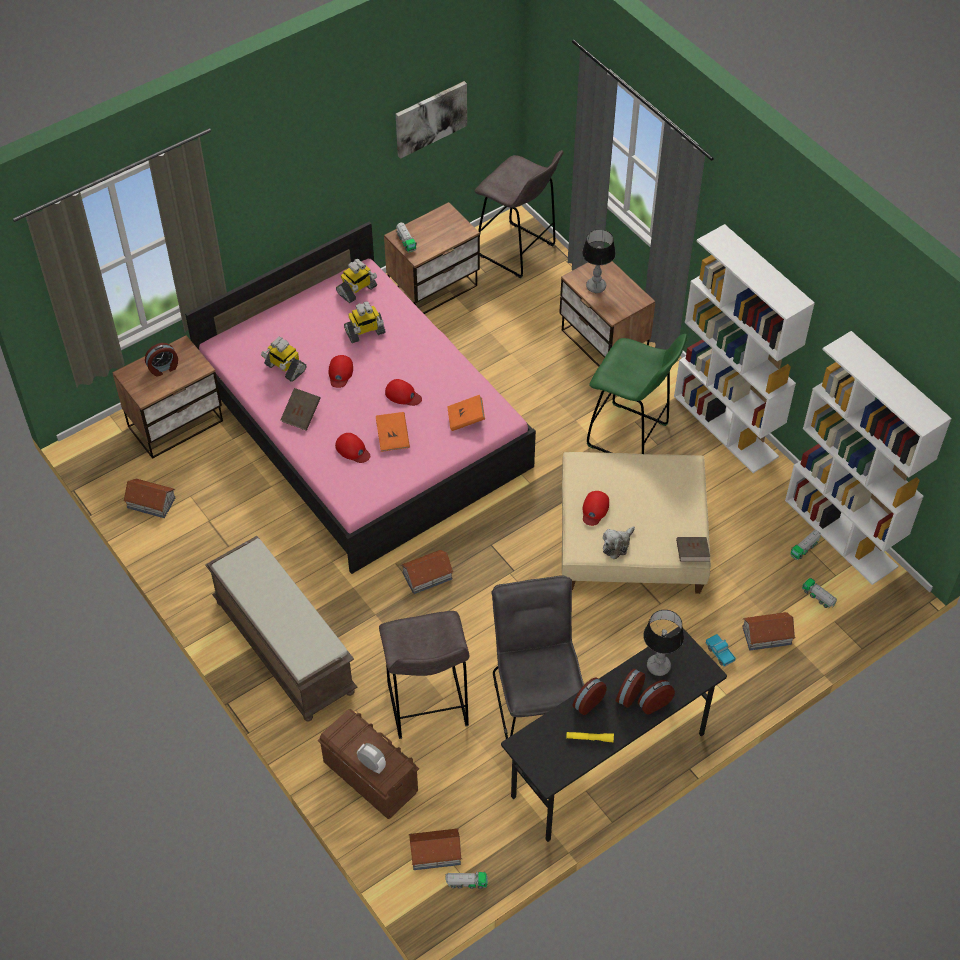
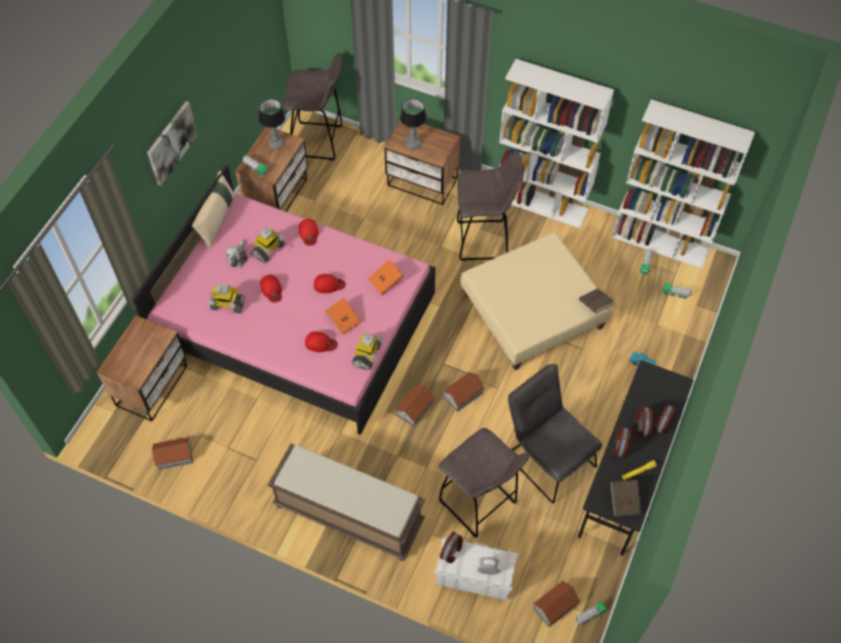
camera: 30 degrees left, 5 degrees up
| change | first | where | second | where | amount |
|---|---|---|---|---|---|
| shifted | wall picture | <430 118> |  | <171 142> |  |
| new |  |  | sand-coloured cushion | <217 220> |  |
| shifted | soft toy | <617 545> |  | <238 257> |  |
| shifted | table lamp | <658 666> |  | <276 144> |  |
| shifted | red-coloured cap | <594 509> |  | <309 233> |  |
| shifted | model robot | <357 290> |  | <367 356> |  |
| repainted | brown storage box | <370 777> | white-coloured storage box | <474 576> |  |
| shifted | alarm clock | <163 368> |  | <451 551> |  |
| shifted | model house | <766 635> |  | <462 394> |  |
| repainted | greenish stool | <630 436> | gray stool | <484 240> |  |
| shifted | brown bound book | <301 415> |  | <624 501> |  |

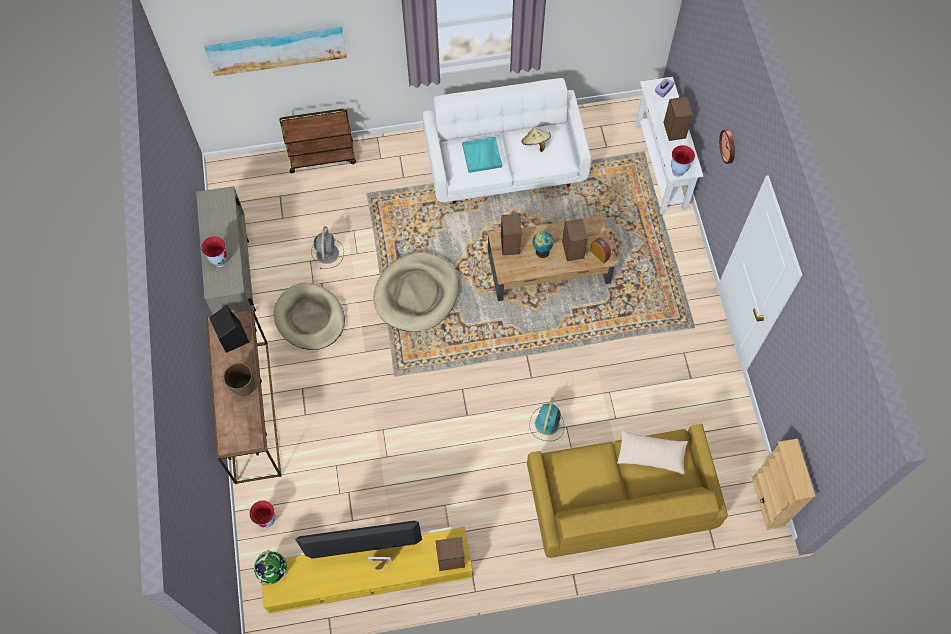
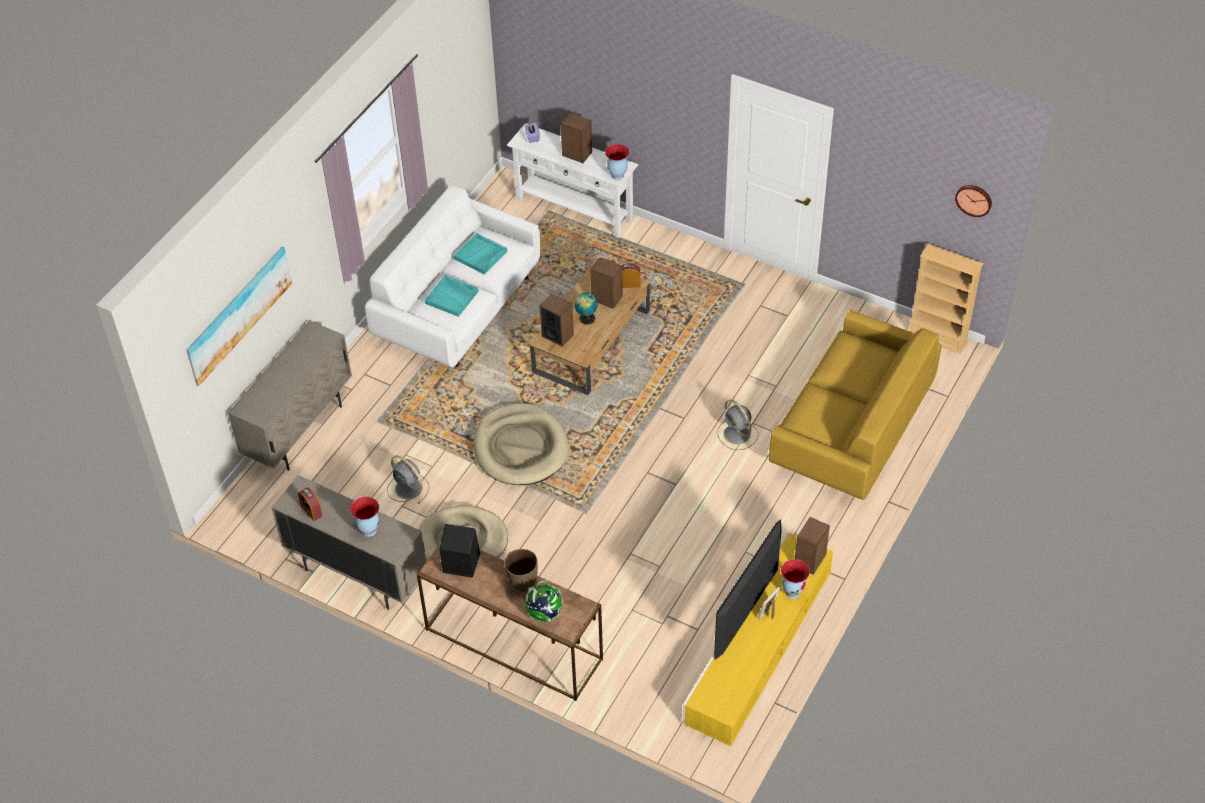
camera: 50 degrees left, 15 degrees down
| change | first | where | second | where | amount |
|---|---|---|---|---|---|
| swapped | brown trolley | <322 157> | sand-coloured storage cabinet | <300 431> |  |
| new |  |  | alarm clock | <311 510> |  |
| swapped | sand-coloured clothing hat | <535 144> | blue-green tray | <480 255> |  |
| shifted | desk globe | <273 571> |  | <544 614> |  |
| repainted | blue-green cooling fan | <546 424> | gray cooling fan | <737 435> |  |
| shifted | vase | <268 520> |  | <793 592> |  |
| shifted | wall clock | <729 146> |  | <974 199> |  |
| gone | sand-coloured cushion | <651 454> |  |  |  |

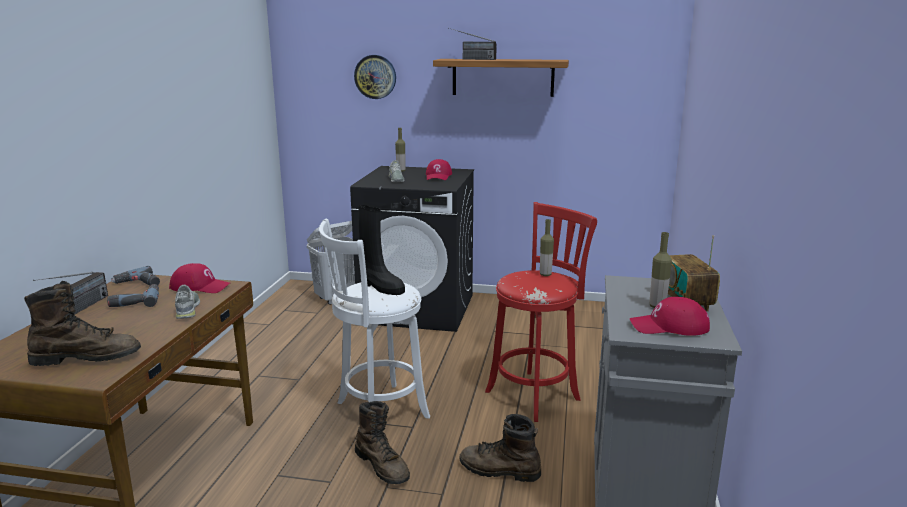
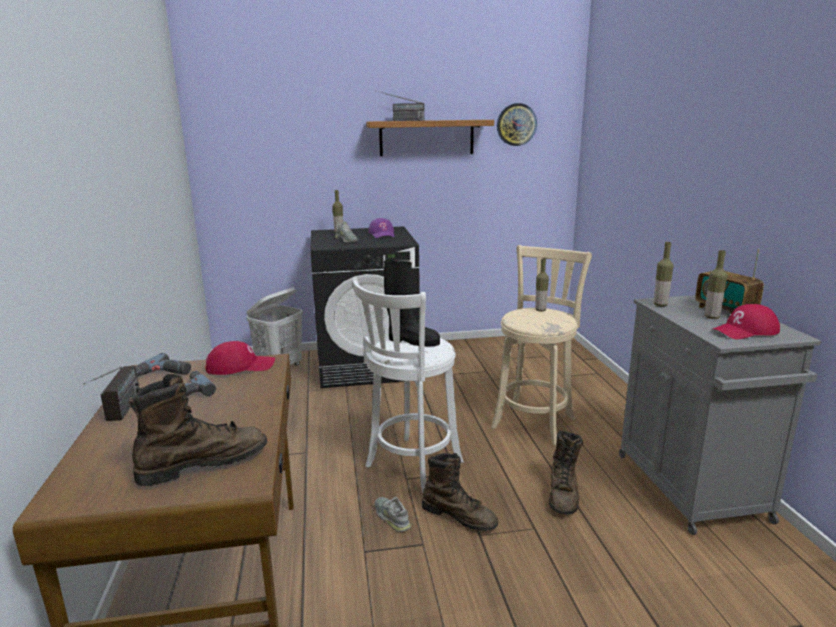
camera: 20 degrees left, 0 degrees up
| change | first | where | second | where | amount |
|---|---|---|---|---|---|
| repainted | red-coloured cap | <438 176> | purple-coloured cap | <382 234> |  |
| shifted | gray item of footwear | <188 309> |  | <392 517> |  |
| repainted | red-coloured stool | <536 394> | sand-coloured stool | <535 421> |  |
| shifted | wall clock | <375 77> |  | <516 124> |  |
| rotated | brown high-top boot | <499 470> |  | <563 494> | 75 degrees counterclockwise |
| new |  |  | drink bottle | <660 305> |  |

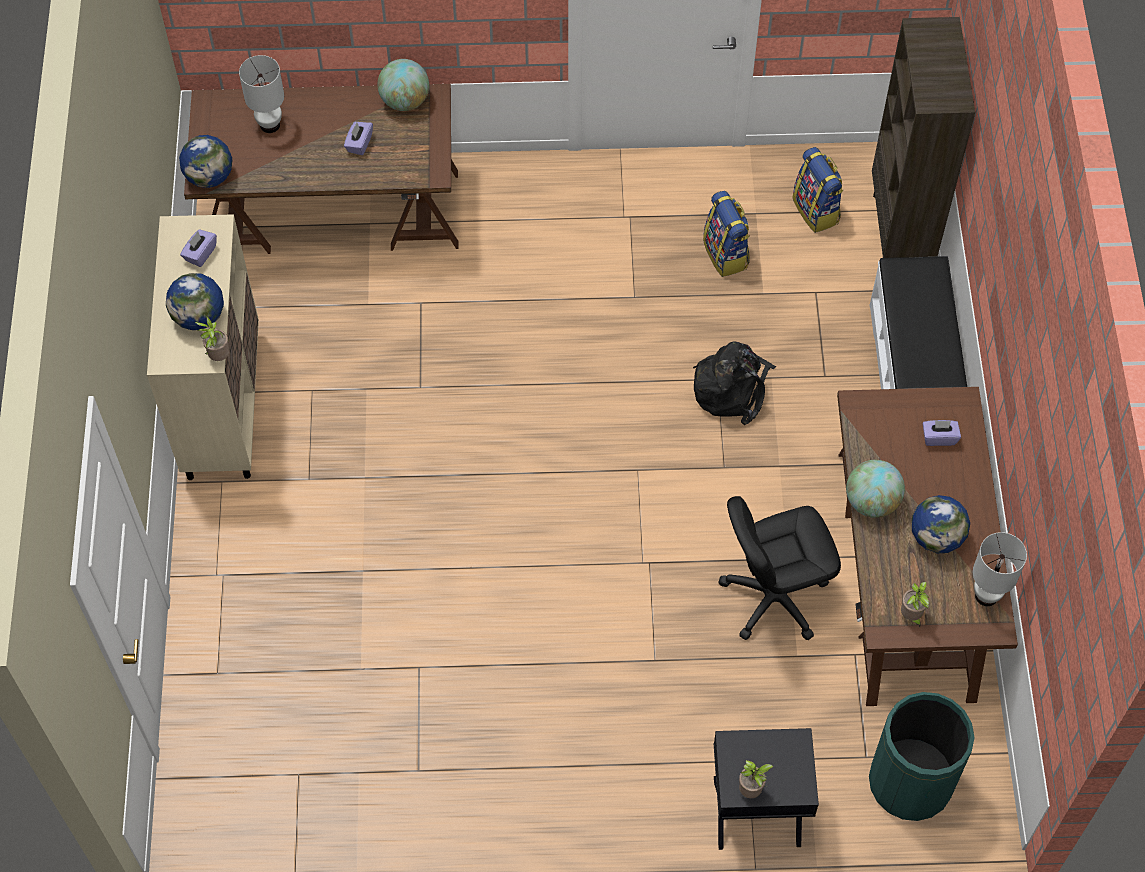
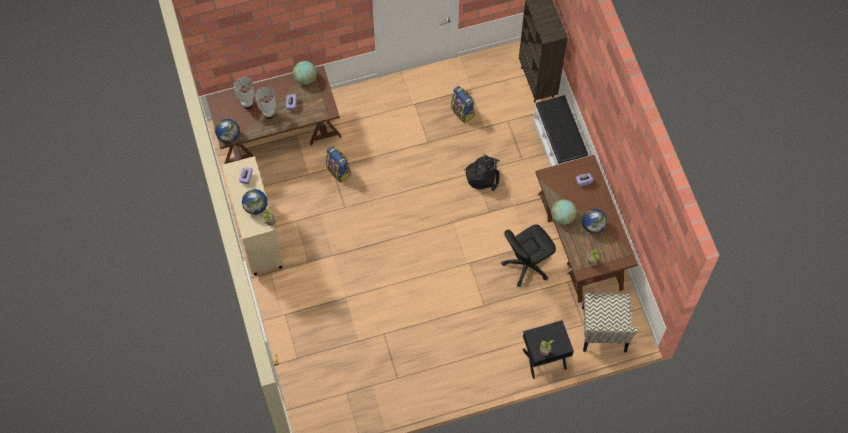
camera: 15 degrees left, 5 degrees up
| change | first | where | second | where | amount |
|---|---|---|---|---|---|
| shifted | white-coloured table lamp | <986 596> |  | <269 115> |  |
| shifted | knapsack | <816 210> |  | <339 171> |  |
| swapped | greenish trash can | <910 782> | plain chair | <604 330> |  |

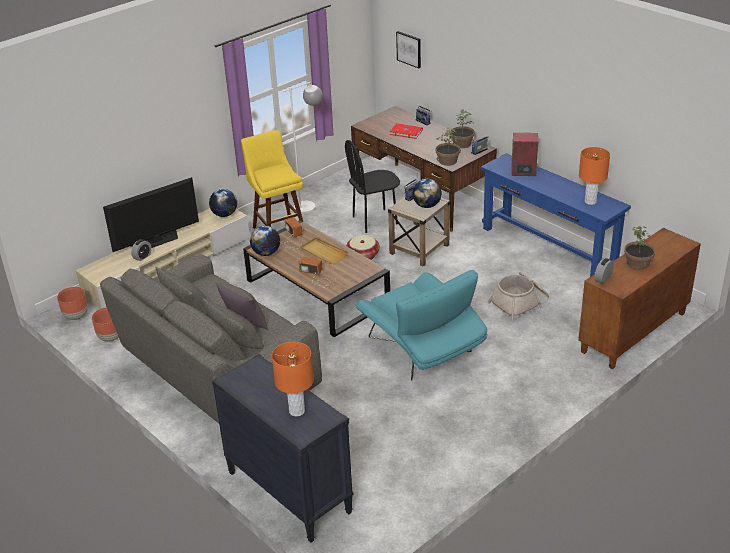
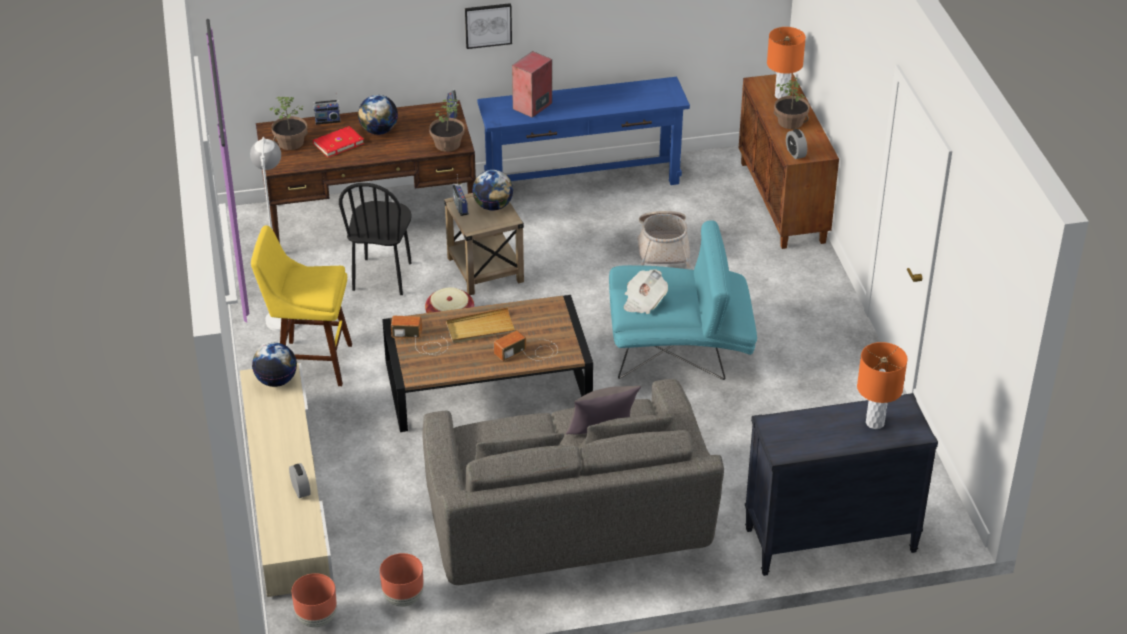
camera: 60 degrees left, 5 degrees up
| change | first | where | second | where | amount |
|---|---|---|---|---|---|
| shifted | potted plant | <462 144> |  | <291 143> |  |
| shifted | desk globe | <266 253> |  | <378 131> |  |
| shifted | wall picture | <409 49> |  | <488 25> |  |
| new |  |  | printed paper | <643 302> |  |
| shifted | orange-coloured table lamp | <590 201> |  | <782 95> |  |
| gone | TV | <157 241> |  |  |  |

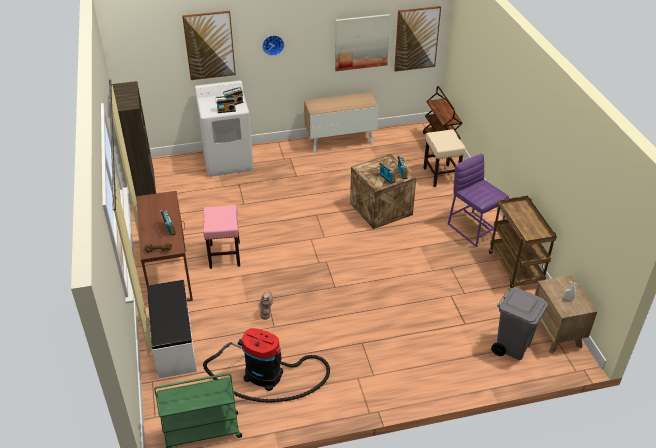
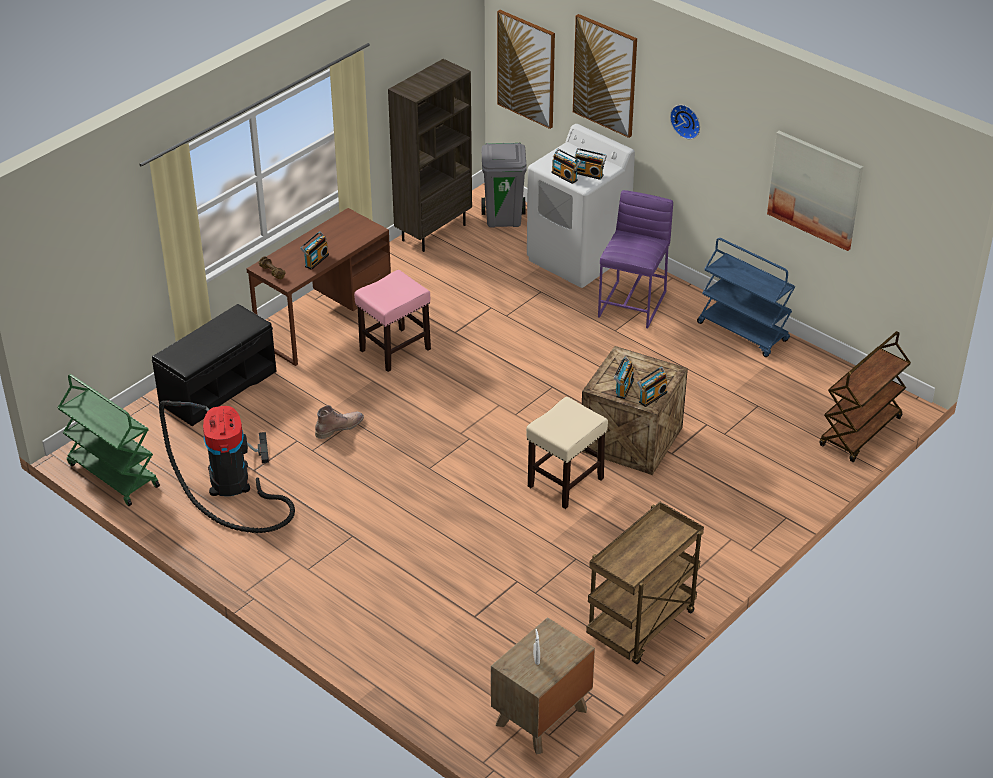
camera: 55 degrees right, 0 degrees up
| change | first | where | second | where | amount |
|---|---|---|---|---|---|
| repainted | white-coloured indoor bench | <173 343> | black-coloured indoor bench | <217 387> |  |
| shifted | gray trash can | <512 346> |  | <504 219> |  |
| shifted | wall picture | <416 38> |  | <526 68> |  |
| shifted | sand-coloured stool | <441 176> |  | <565 483> |  |
| shifted | purple-coloured stool | <474 228> |  | <633 304> |  |
| swapped | storage cabinet | <340 141> | blue trolley | <743 332> |  |

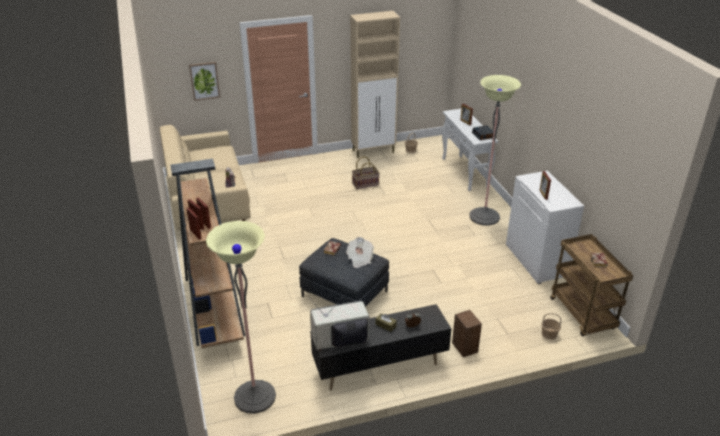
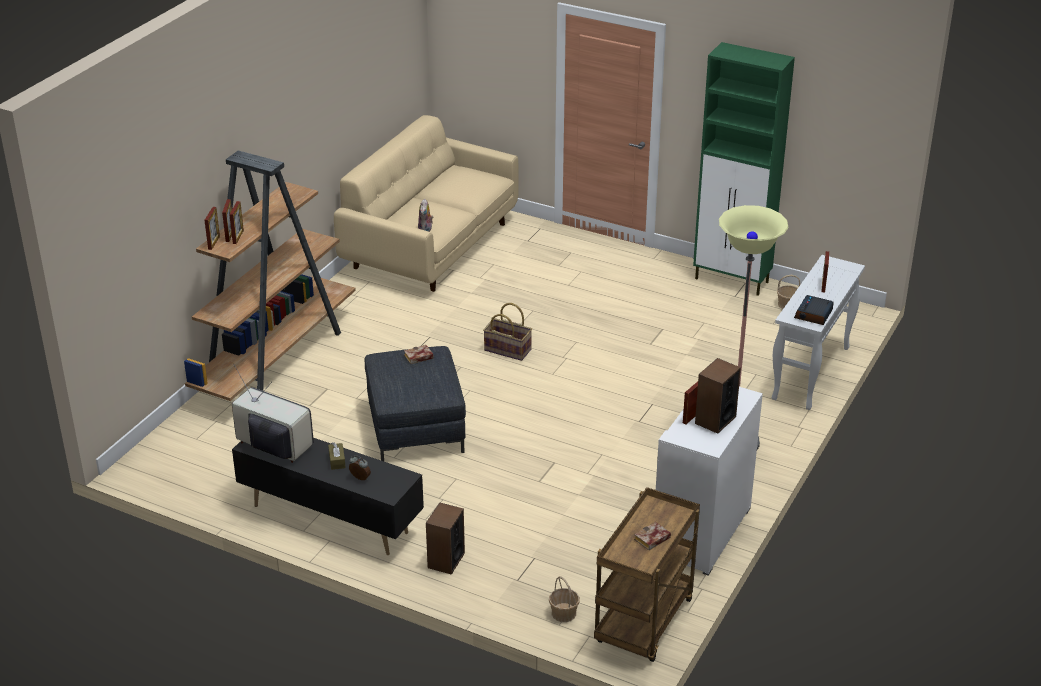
camera: 45 degrees right, 0 degrees up
| change | first | where | second | where | amount |
|---|---|---|---|---|---|
| shifted | household basket | <365 183> |  | <508 349> |  |
| repainted | sand-coloured storage cabinet | <374 151> | greenish storage cabinet | <732 281> |  |
| new |  |  | audio speaker | <715 420> |  |
| gone | wall picture | <204 81> |  |  |  |
| gone | floor lamp | <255 397> |  |  |  |
| gone | printed paper | <359 259> |  |  |  |

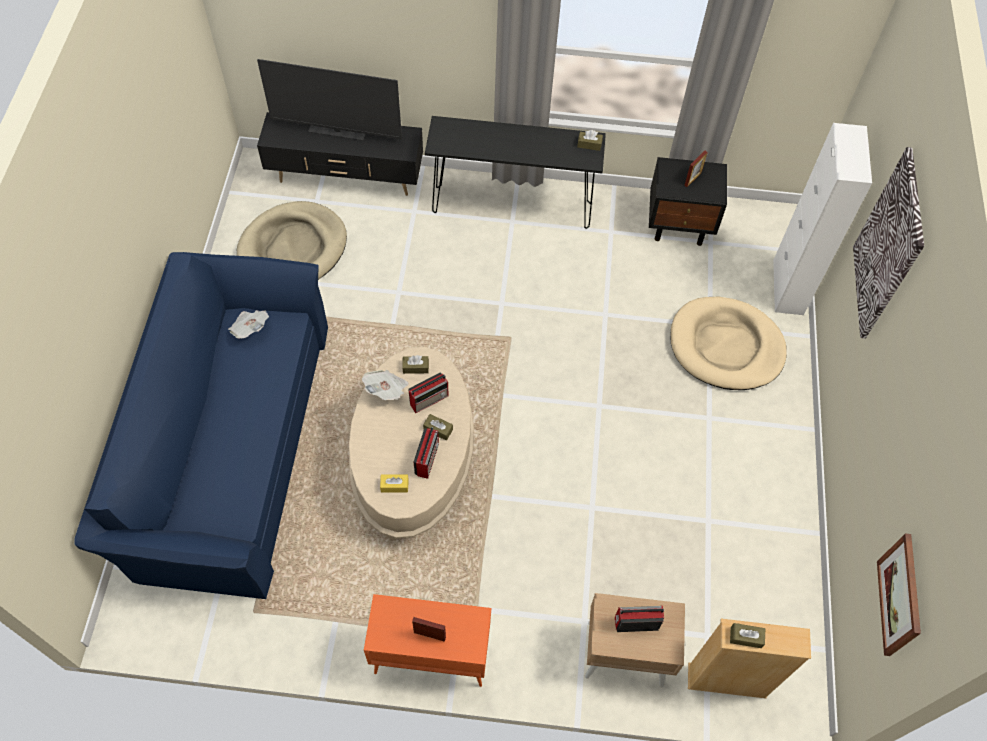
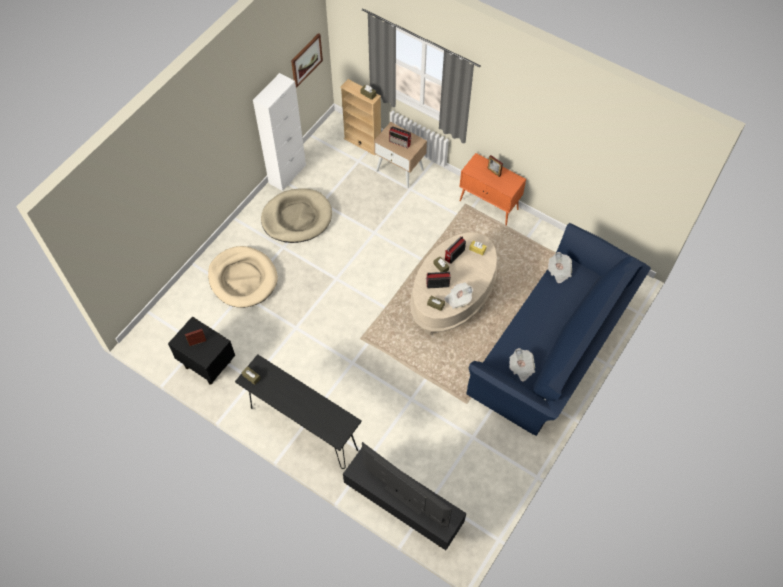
camera: 150 degrees left, 0 degrees up
| change | first | where | second | where | amount |
|---|---|---|---|---|---|
| shifted | white-coloured storage cabinet | <788 287> |  | <287 174> |  |
| shifted | sand-coloured pet bed | <293 248> |  | <297 218> |  |
| new |  |  | printed paper | <559 271> |  |
| gone | wall picture | <888 246> |  |  |  |

